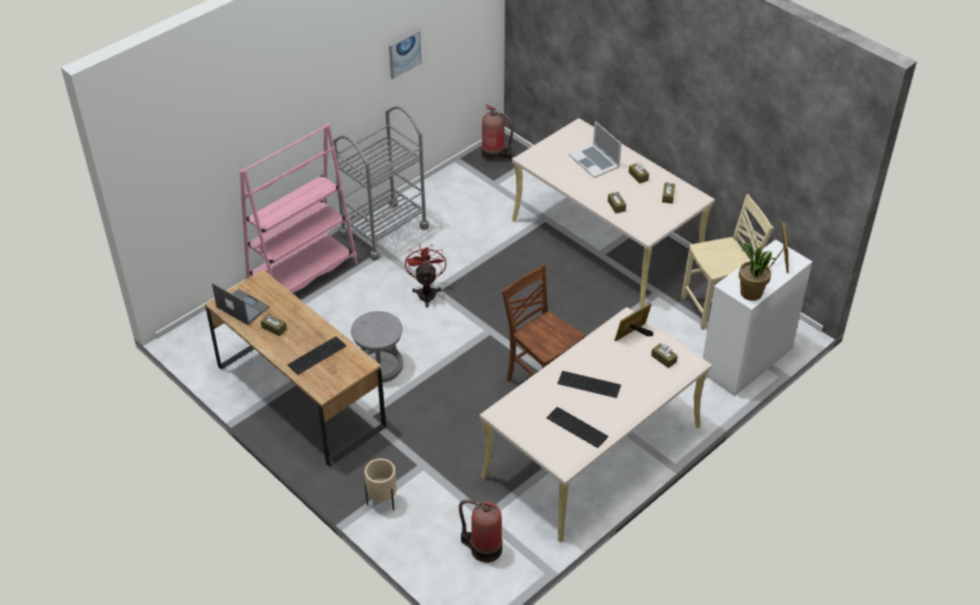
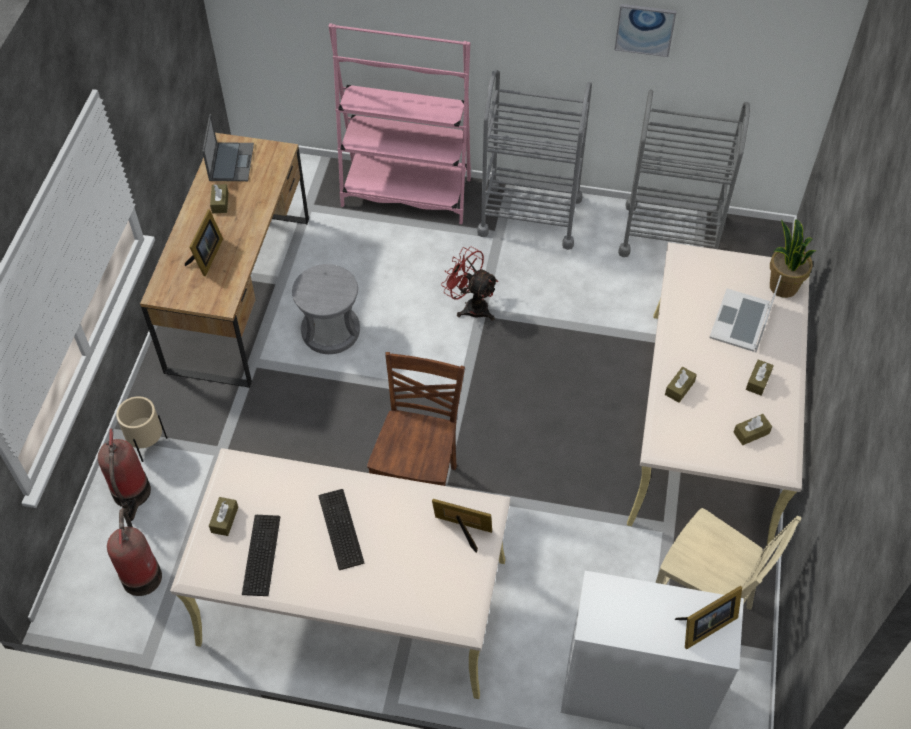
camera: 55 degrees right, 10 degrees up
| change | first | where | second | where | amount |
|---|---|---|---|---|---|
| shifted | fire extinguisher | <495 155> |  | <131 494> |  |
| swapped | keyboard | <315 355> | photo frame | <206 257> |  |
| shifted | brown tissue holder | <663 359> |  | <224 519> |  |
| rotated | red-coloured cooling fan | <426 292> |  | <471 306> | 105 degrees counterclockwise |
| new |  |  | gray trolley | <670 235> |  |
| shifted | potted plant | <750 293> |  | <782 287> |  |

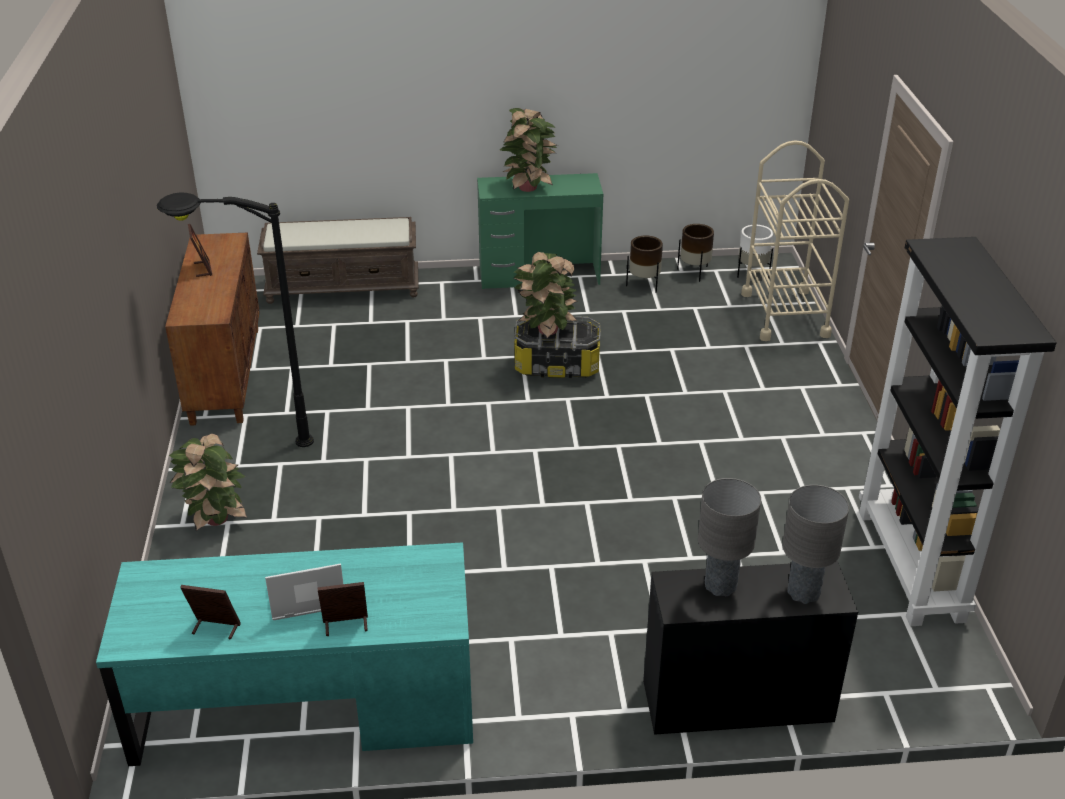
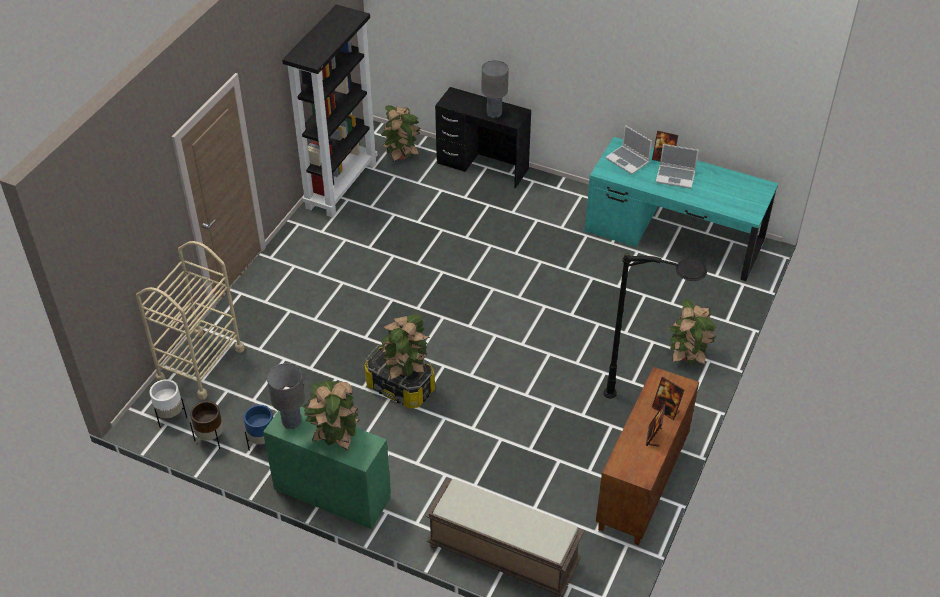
camera: 150 degrees left, 10 degrees up
| change | first | where | second | where | amount |
|---|---|---|---|---|---|
| repainted | brown flower pot | <644 284> | blue flower pot | <262 442> |  |
| shifted | gray table lamp | <803 593> |  | <291 422> |  |
| new |  |  | potted plant | <402 154> |  |
| new |  |  | laptop | <628 161> |  |
| shifted | photo frame | <215 628> |  | <666 410> |  |

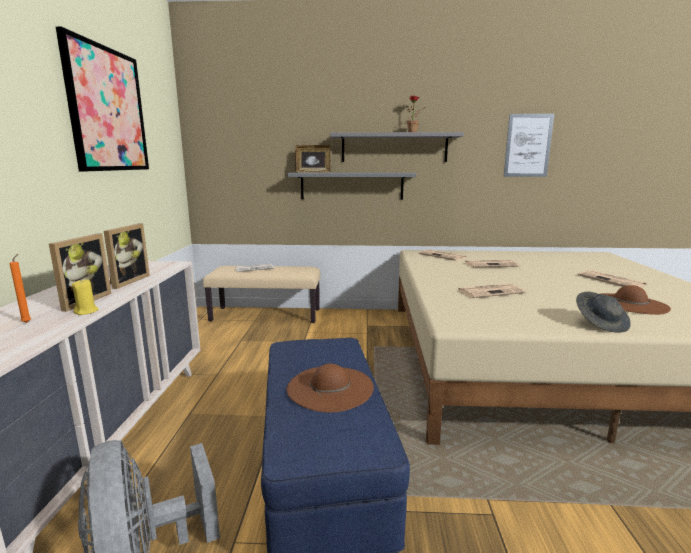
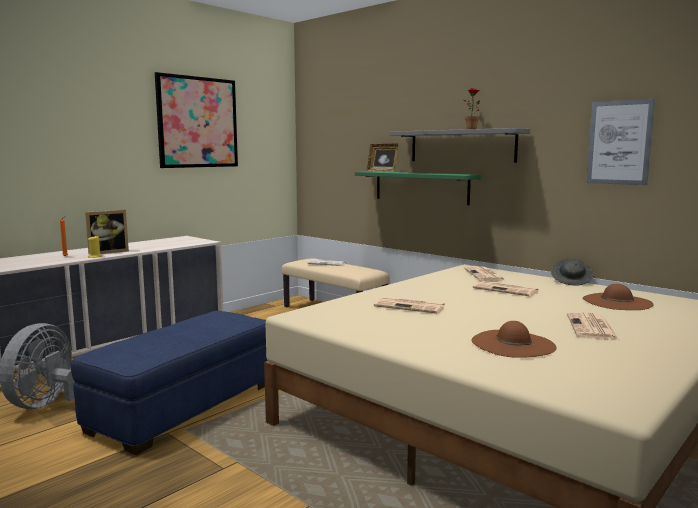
camera: 40 degrees right, 5 degrees down
| change | first | where | second | where | amount |
|---|---|---|---|---|---|
| repainted | gray bracket shelf | <351 186> | greenish bracket shelf | <421 187> |  |
| shifted | gray clothing hat | <601 324> |  | <571 281> |  |
| shifted | brown clothing hat | <330 388> |  | <617 302> |  |
| gone | photo frame | <126 281> |  |  |  |

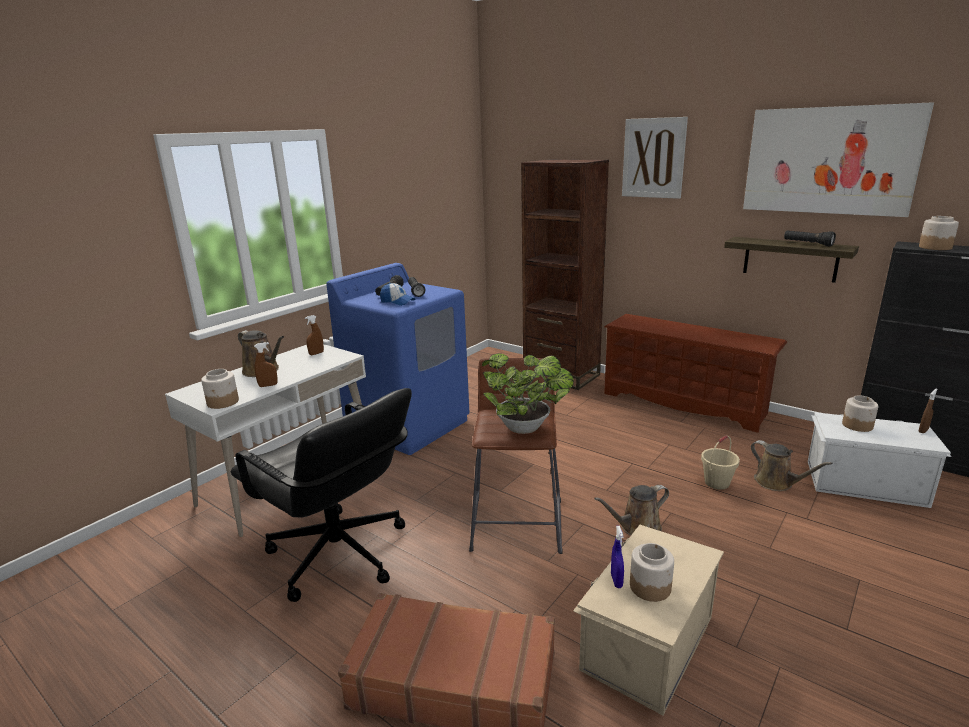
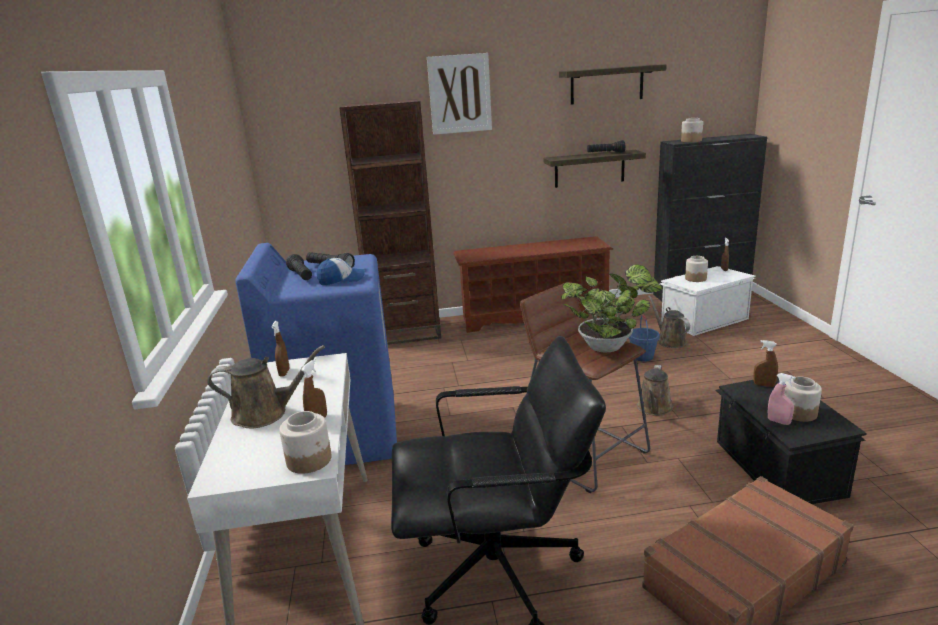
camera: 45 degrees left, 0 degrees up
| change | first | where | second | where | amount |
|---|---|---|---|---|---|
| swapped | wall picture | <829 160> | bracket shelf | <606 84> |  |
| repainted | sand-coloured bucket | <716 482> | blue bucket | <642 357> |  |
| rotated | brown watering can | <777 483> |  | <669 341> | 120 degrees counterclockwise |
| repainted | sand-coloured storage box | <645 642> | black-coloured storage box | <777 468> |  |
| new |  |  | brown sprayer | <764 385> |  |
| repainted | blue sprayer | <616 581> | pink-coloured sprayer | <778 422> |  |

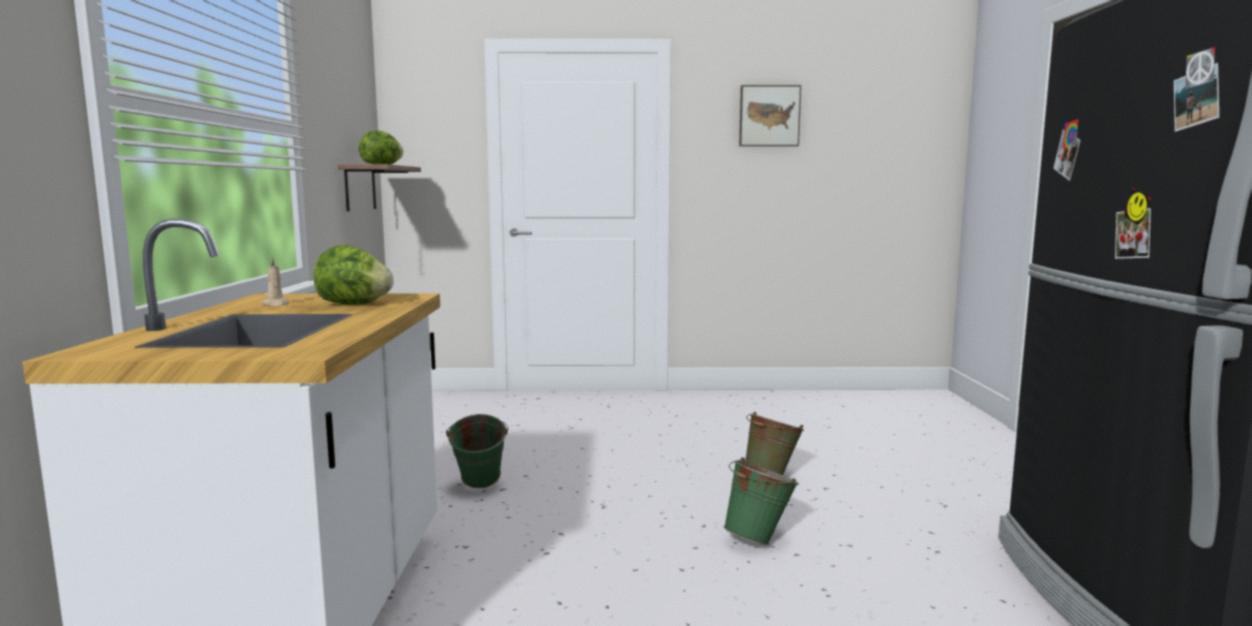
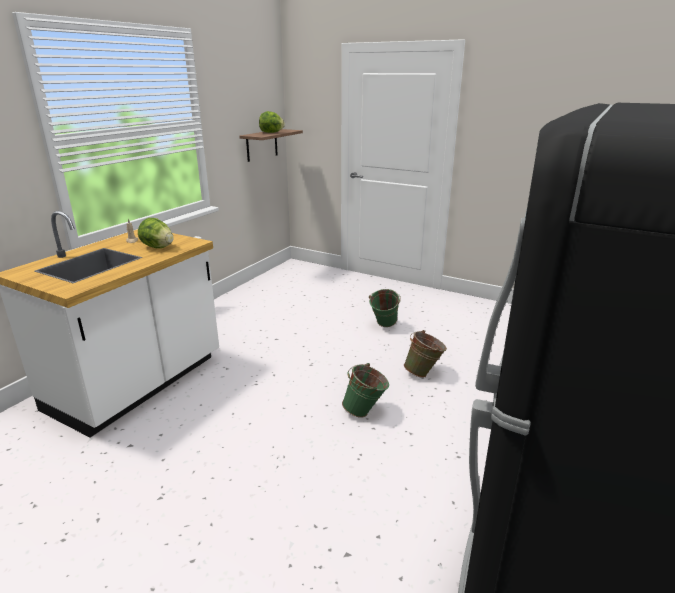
camera: 30 degrees right, 15 degrees up
| change | first | where | second | where | amount |
|---|---|---|---|---|---|
| shifted | greenish bucket | <479 487> |  | <383 326> |  |
| gone | wall picture | <769 116> |  |  |  |

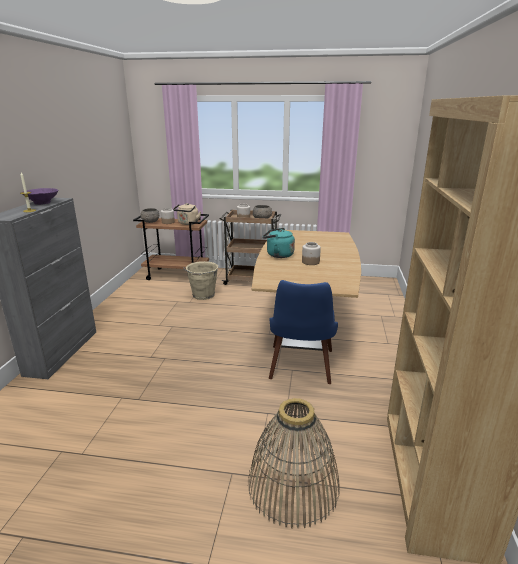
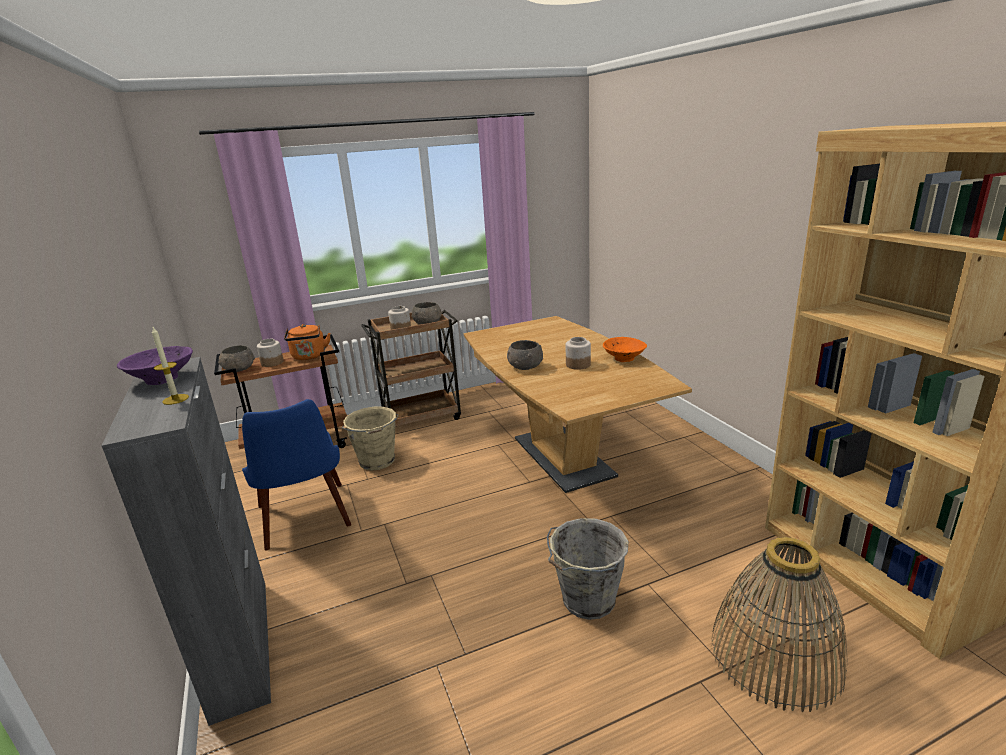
camera: 30 degrees left, 0 degrees up
| change | first | where | second | where | amount |
|---|---|---|---|---|---|
| shifted | blue plain chair | <300 369> |  | <306 522> |  |
| repainted | sand-coloured kettle | <187 223> | orange-coloured kettle | <309 357> |  |
| swapped | blue-green kettle | <278 255> | gray deep dish | <525 367> |  |
| new |  |  | gray bucket | <587 601> |  |
| new |  |  | orange-coloured deep dish | <623 358> |  |

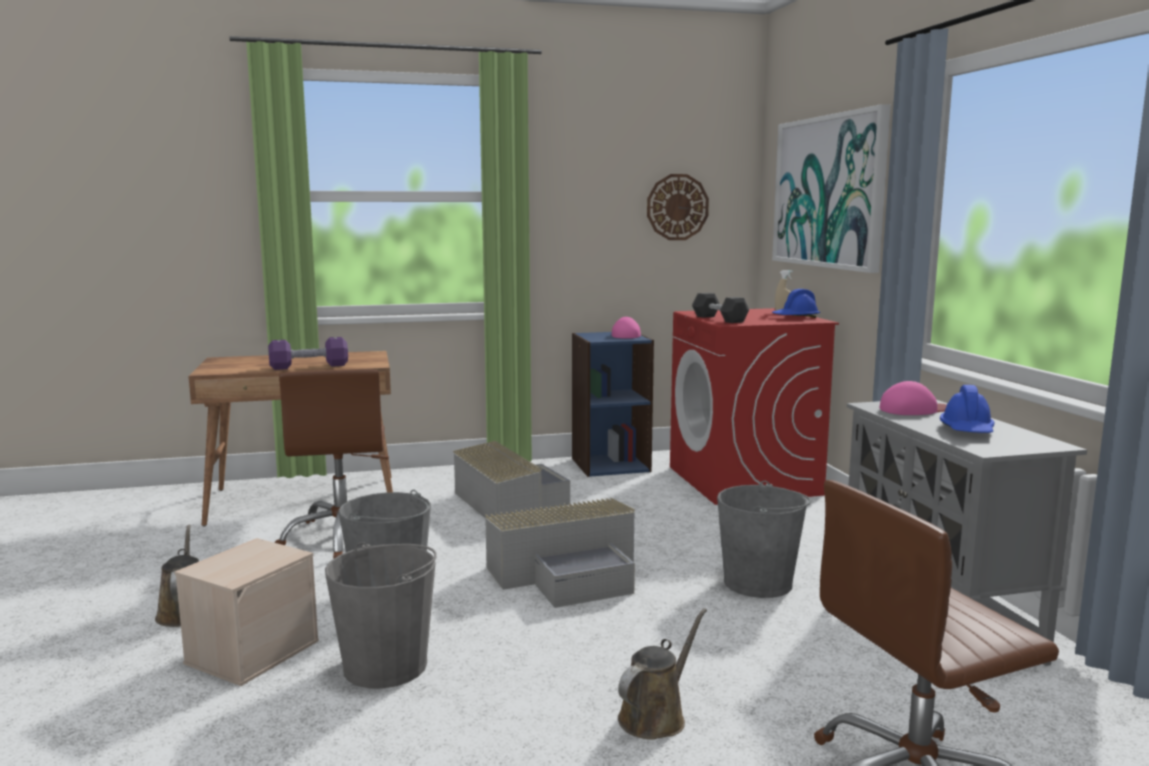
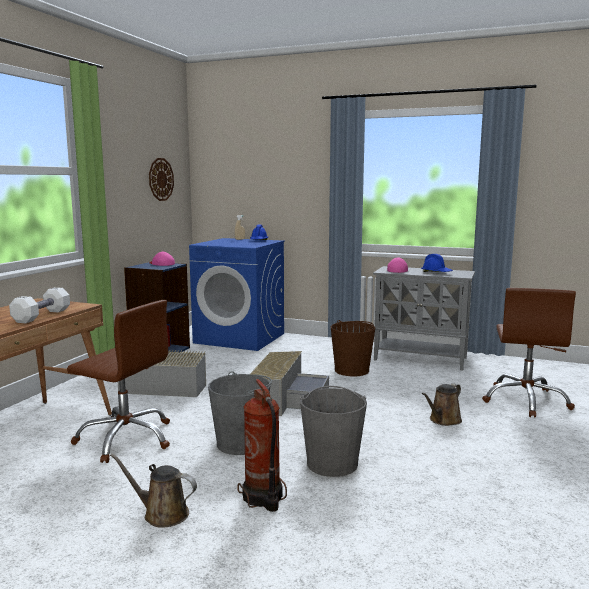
camera: 55 degrees left, 0 degrees up
| change | first | where | second | where | amount |
|---|---|---|---|---|---|
| repainted | purple-coloured dumbbell | <309 366> | white-coloured dumbbell | <42 316> |  |
| repainted | red-coloured laundry machine | <744 481> | blue laundry machine | <240 338> |  |
| swapped | sand-coloured storage box | <253 651> | fire extinguisher | <262 498> |  |
| repainted | gray bucket | <758 583> | brown bucket | <352 370> |  |
| rotated | brown watering can | <656 716> |  | <443 420> | 120 degrees counterclockwise |
| gone | black-coloured dumbbell | <719 319> |  |  |  |
| gone | wall picture | <828 192> |  |  |  |

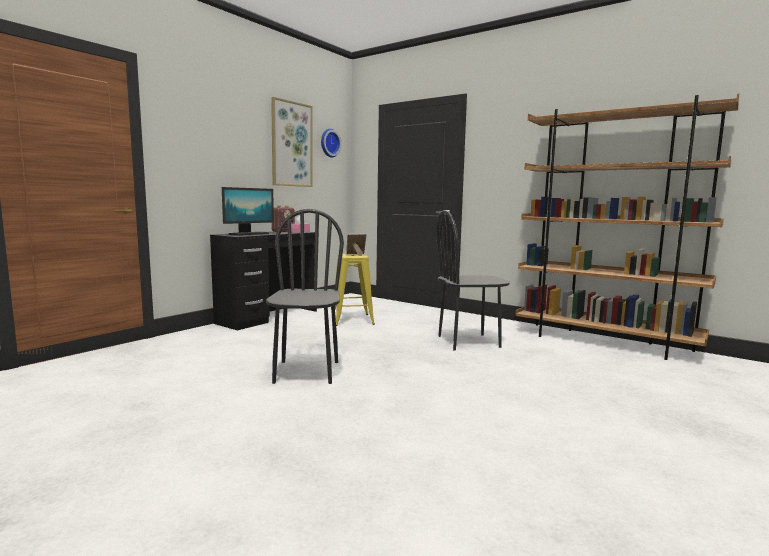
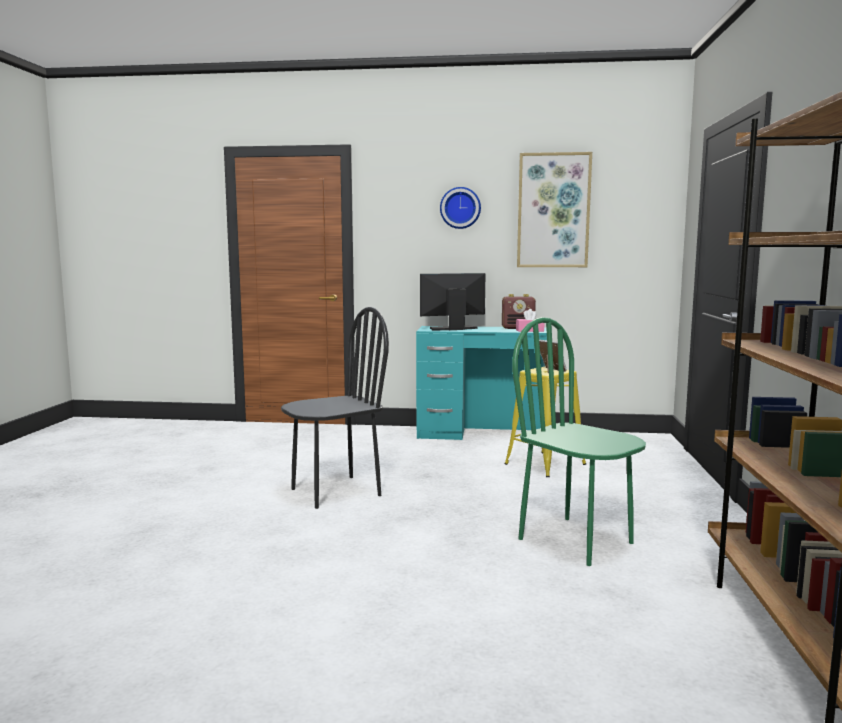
camera: 60 degrees right, 0 degrees up
| change | first | where | second | where | amount |
|---|---|---|---|---|---|
| repainted | black-coloured desk | <268 317> | blue-green desk | <481 434> |  |
| rotated | computer display | <249 234> |  | <453 329> | 150 degrees clockwise |
| shifted | wall clock | <329 143> |  | <460 208> |  |
| repainted | black-coloured plain chair | <468 342> | greenish plain chair | <576 540> |  |

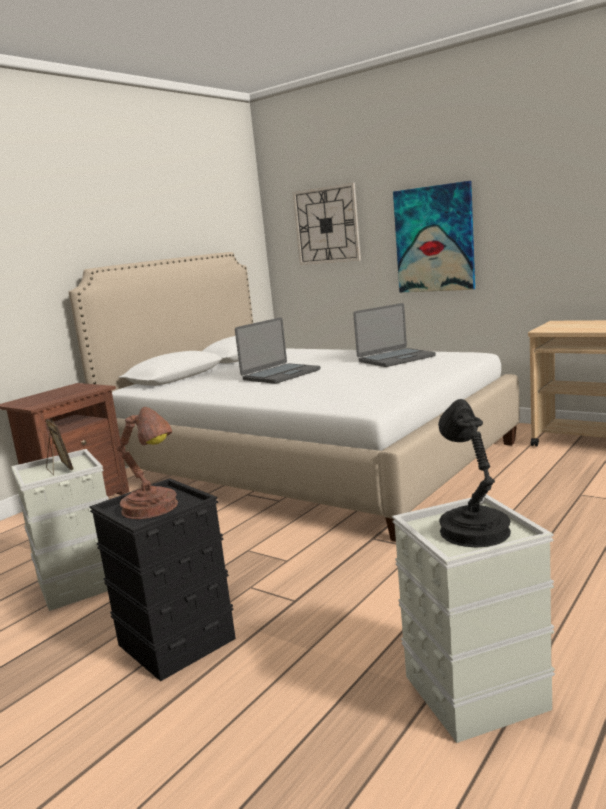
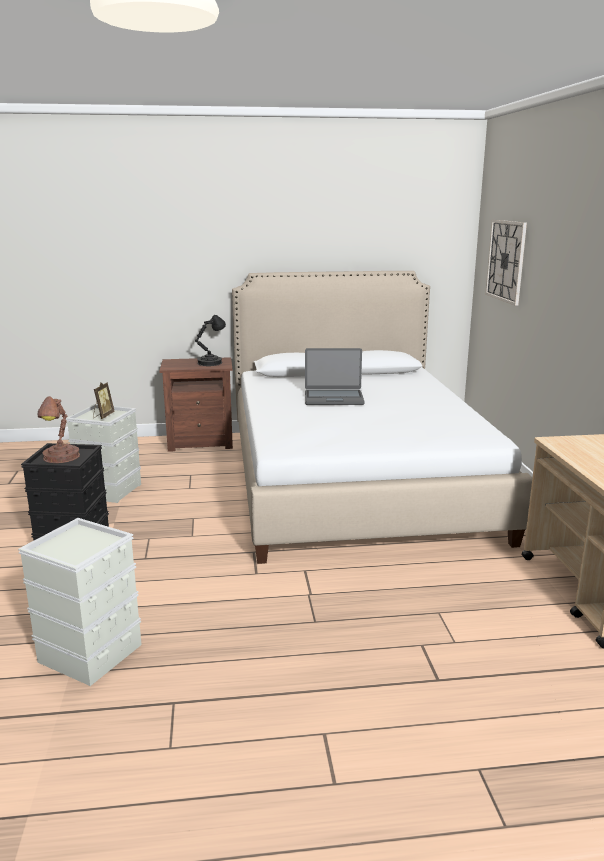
camera: 45 degrees right, 5 degrees up
| change | first | where | second | where | amount |
|---|---|---|---|---|---|
| shifted | black-coloured table lamp | <472 528> |  | <211 362> |  |
| gone | laptop | <395 359> |  |  |  |
| gone | wall picture | <434 239> |  |  |  |

